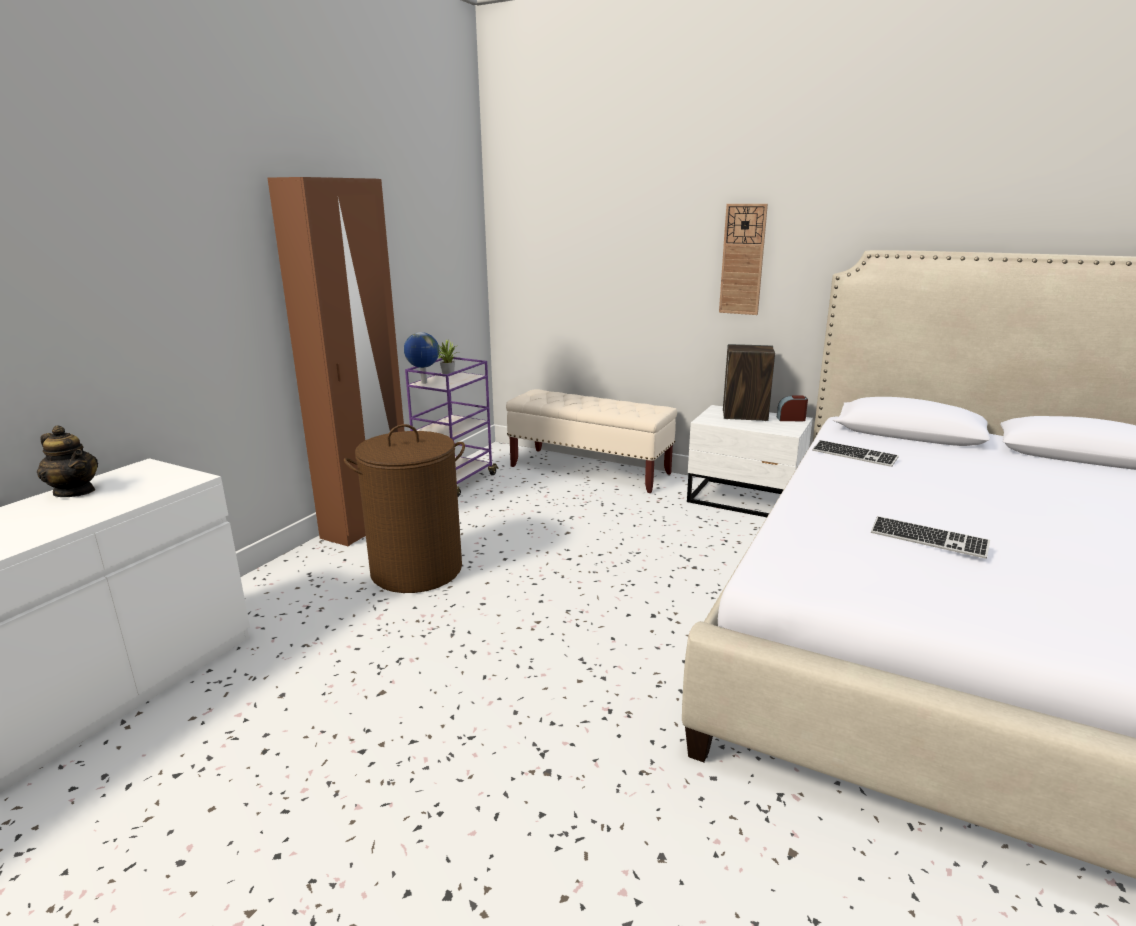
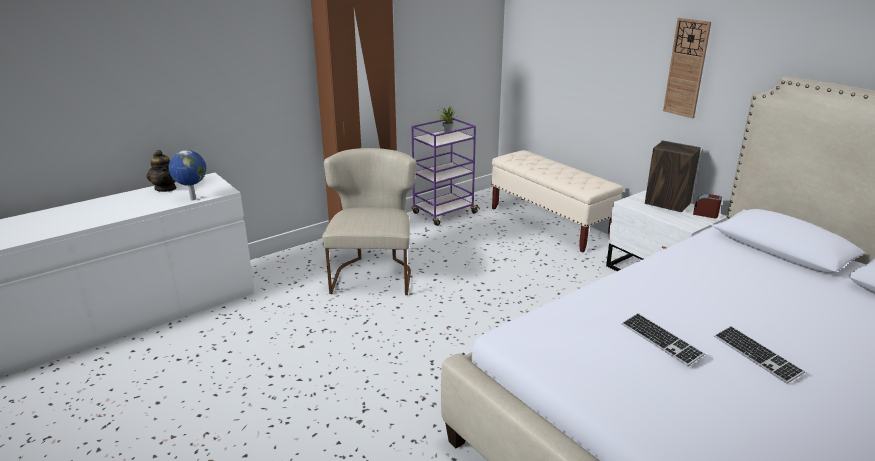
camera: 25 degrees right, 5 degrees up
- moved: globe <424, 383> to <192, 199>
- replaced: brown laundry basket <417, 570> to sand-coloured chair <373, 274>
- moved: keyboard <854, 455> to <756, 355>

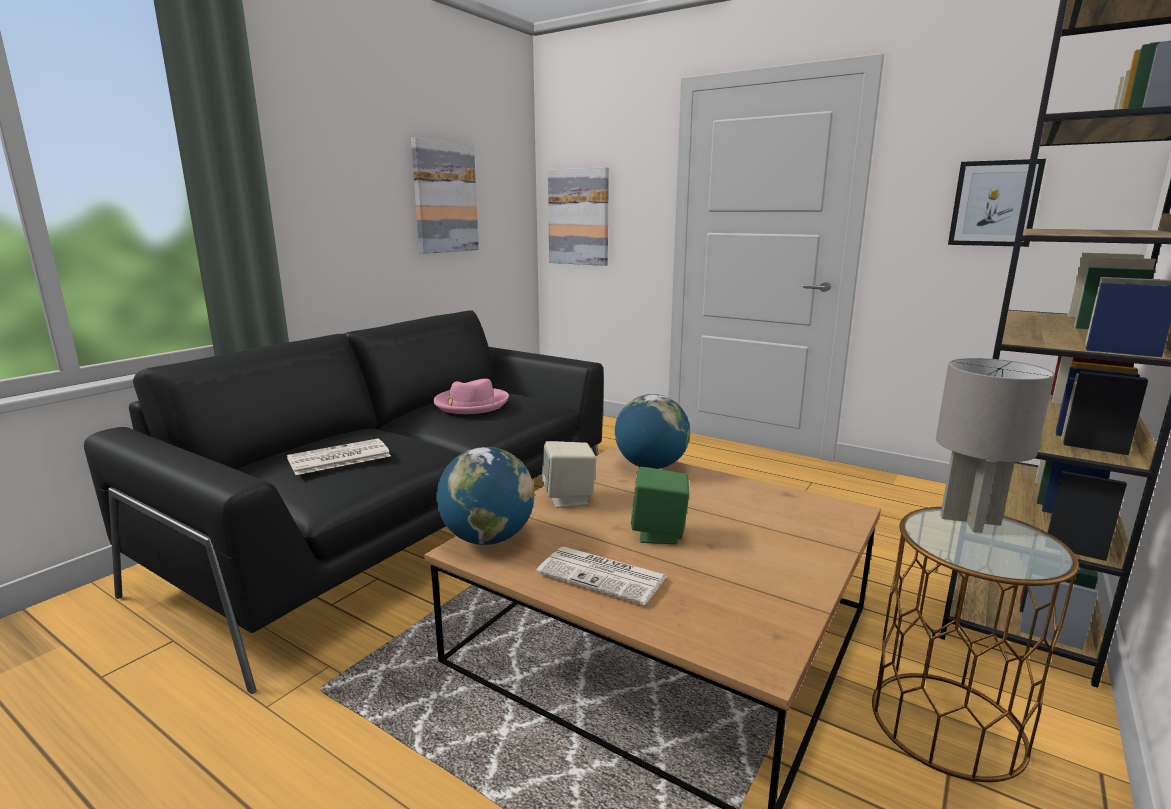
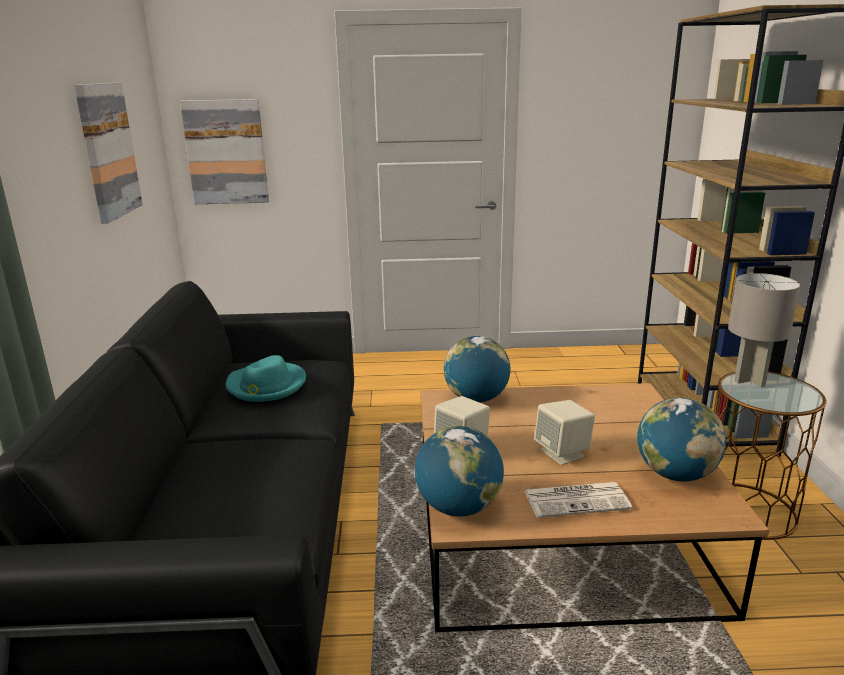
camera: 35 degrees left, 5 degrees up
- removed: wall art <994, 203>
- recoloured: pinkish hat <471, 404> to blue-green hat <266, 385>
- removed: printed paper <338, 458>
- recoloured: green loudspeaker <659, 534> to sand-coloured loudspeaker <563, 453>
- added: globe <675, 474>

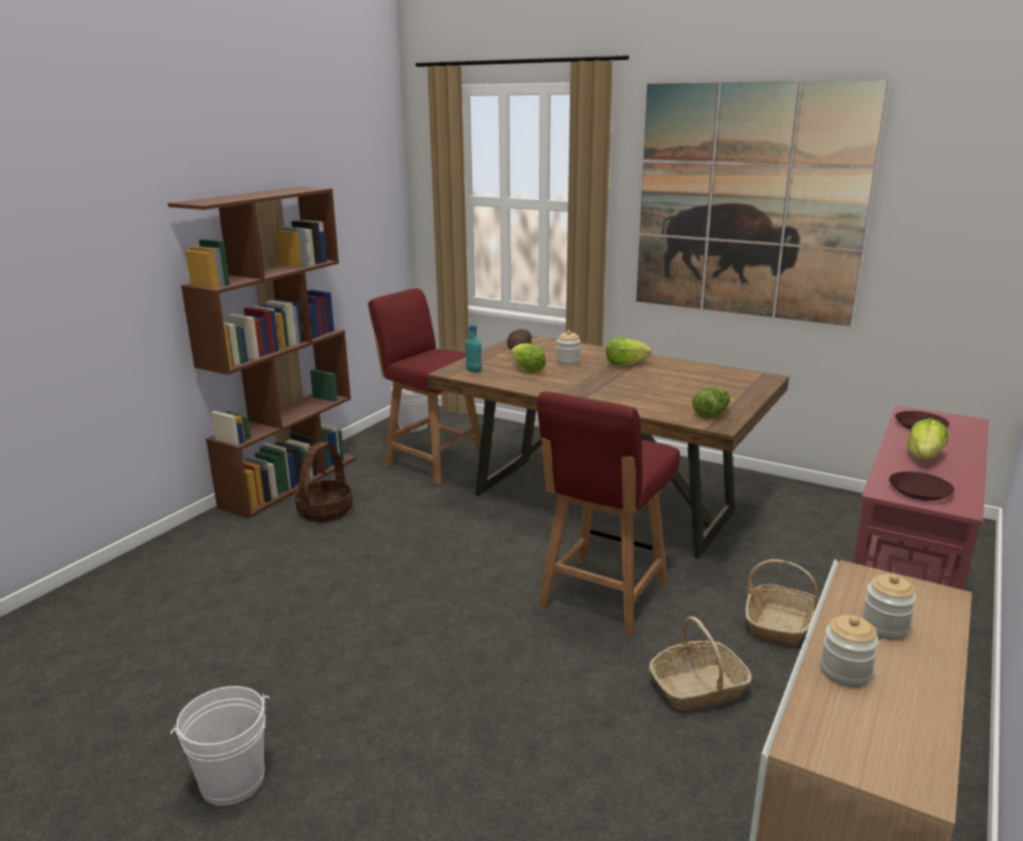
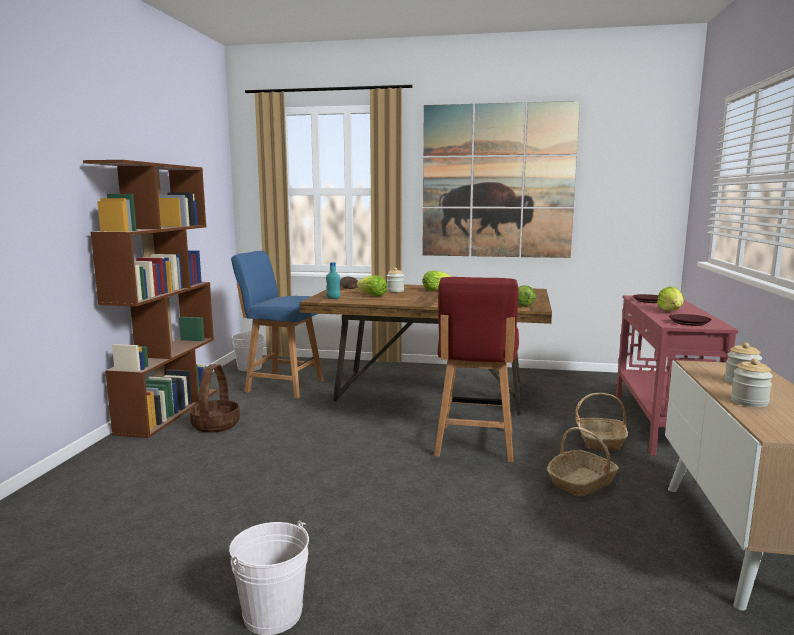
camera: 20 degrees left, 10 degrees down
- recoloured: red chair <433, 461> to bluish chair <283, 386>

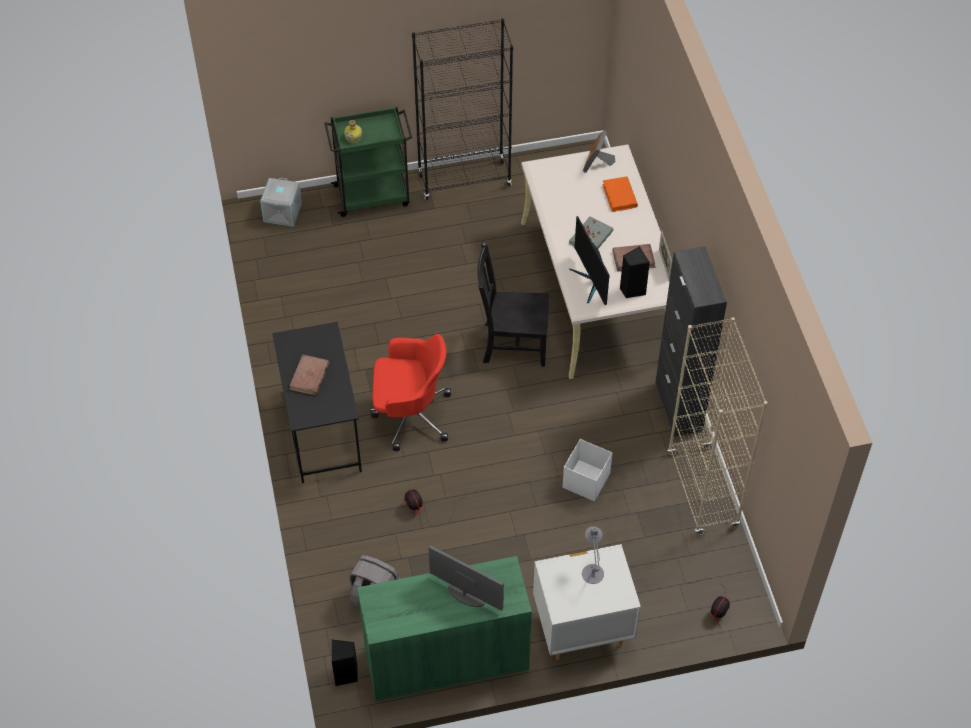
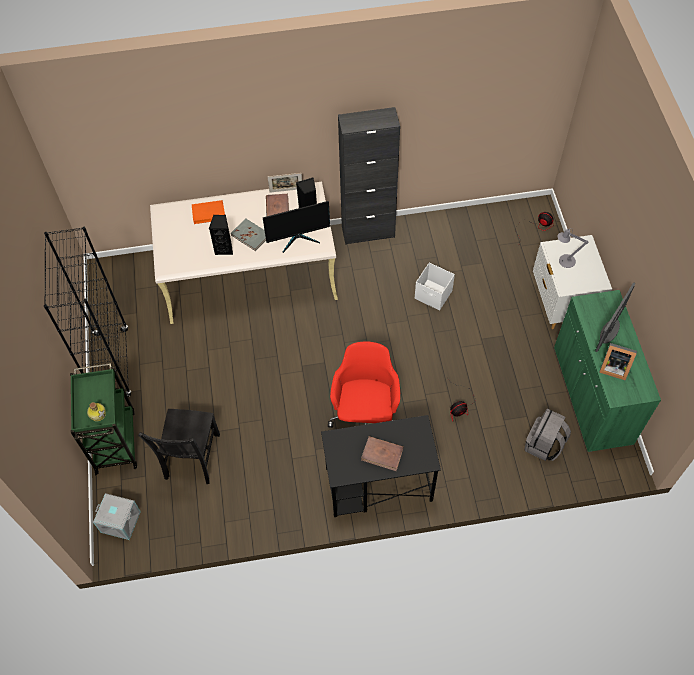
camera: 85 degrees left, 5 degrees up
- moved: standing frame <597, 164> to <613, 367>
- moved: black-coloured chair <512, 344> to <191, 458>
- removed: sand-coloured bookshelf <702, 491>
- moved: black-coloured loudspeaker <346, 675> to <224, 248>

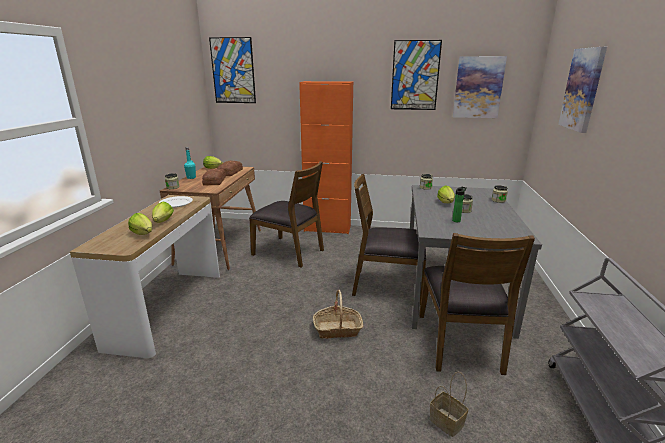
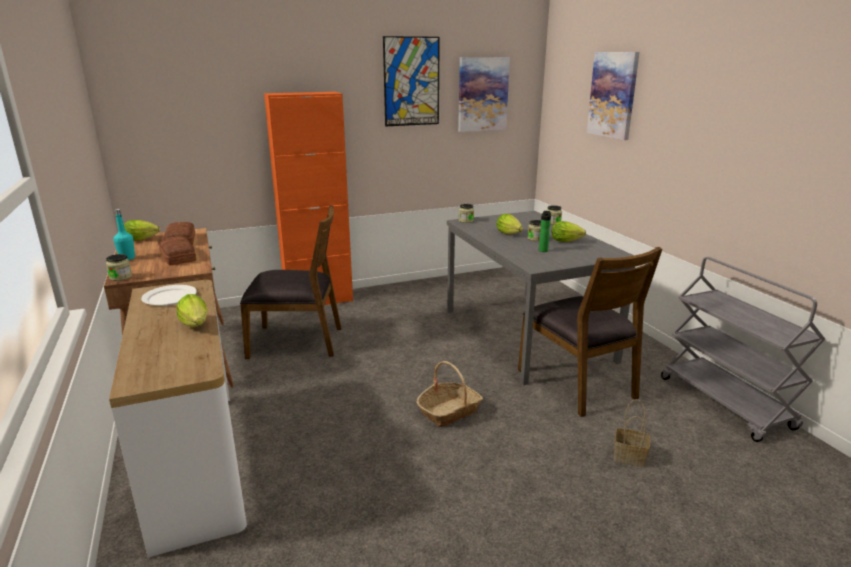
camera: 30 degrees left, 0 degrees up
- removed: wall art <233, 71>
- removed: brown chair <387, 285>
- moved: head of lettuce <144, 234> to <567, 241>

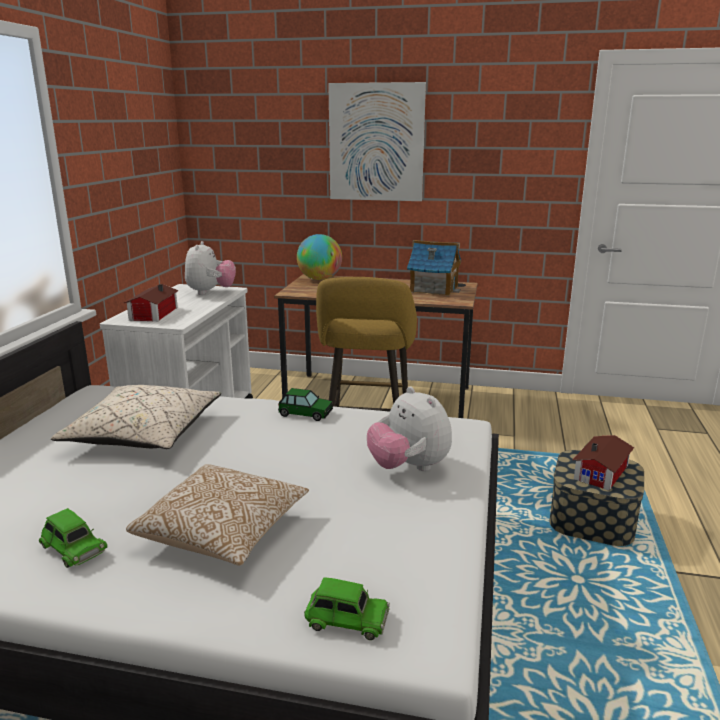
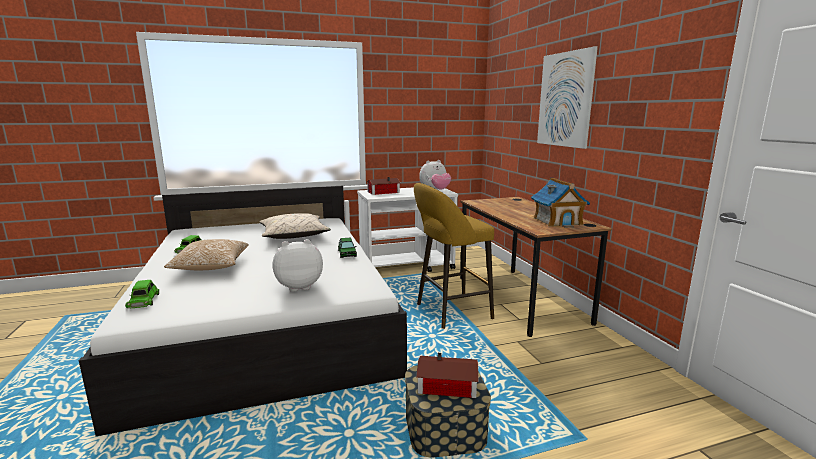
camera: 60 degrees right, 5 degrees down
- removed: globe <320, 279>
- turned: cuddly toy <409, 467> = <299, 286> 45 degrees clockwise

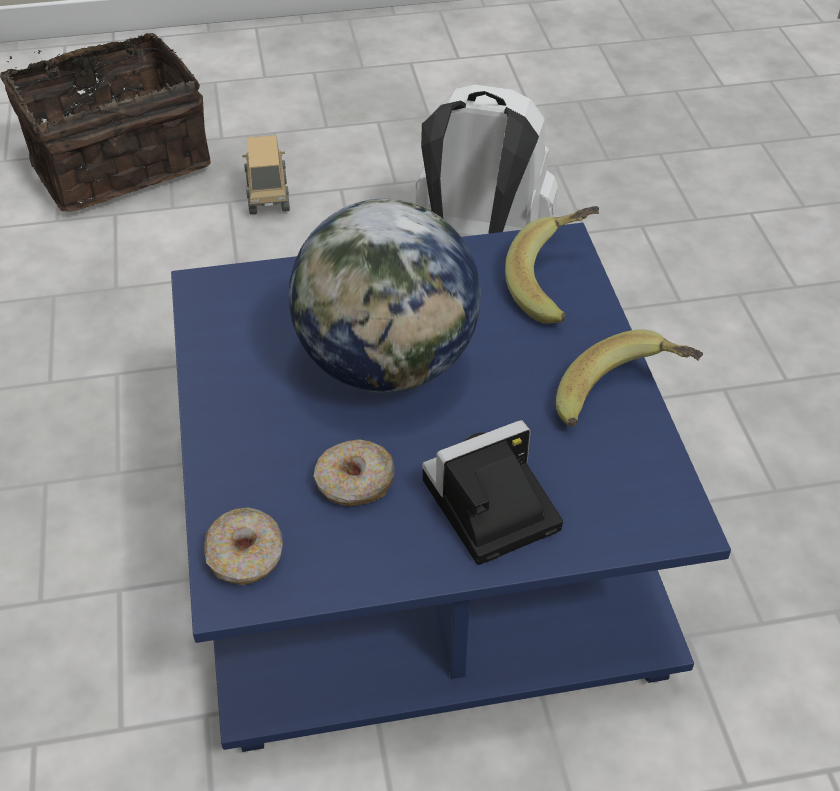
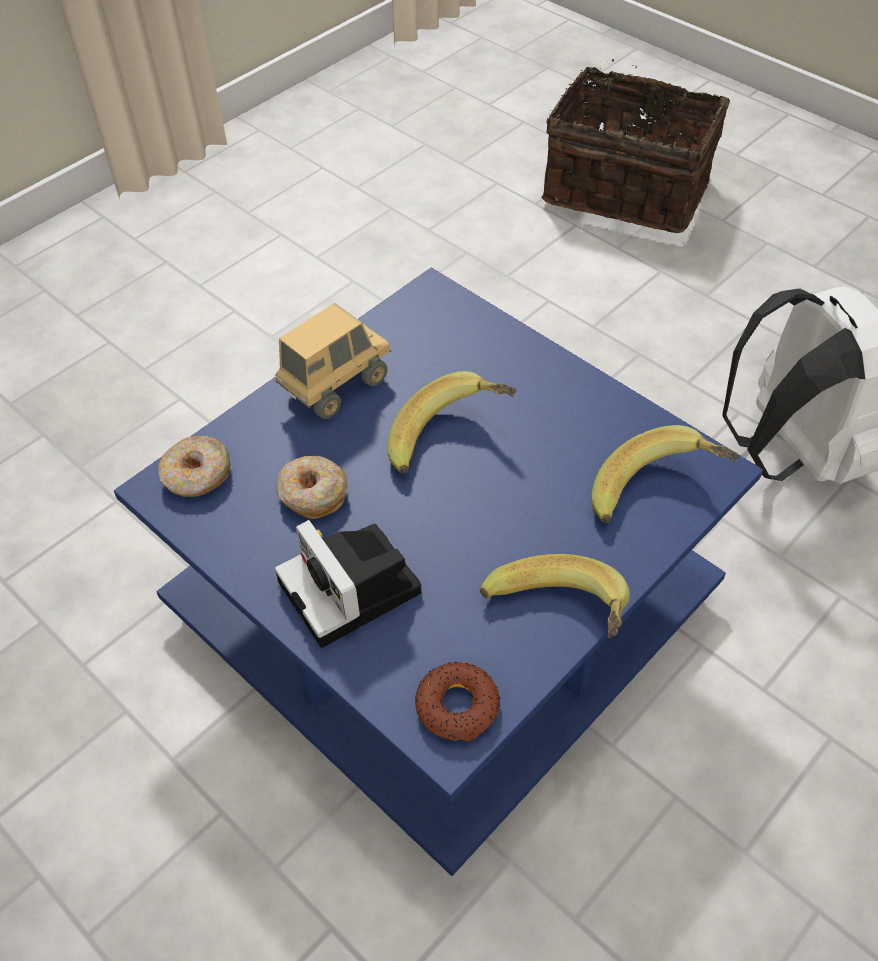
camera: 55 degrees right, 5 degrees up
- moved: toy lorry <268, 197> to <336, 387>
- replaced: globe <388, 365> to whole banana <451, 441>
- turned: photo camera <486, 508> = <354, 590> 150 degrees counterclockwise
- added: donut <457, 706>

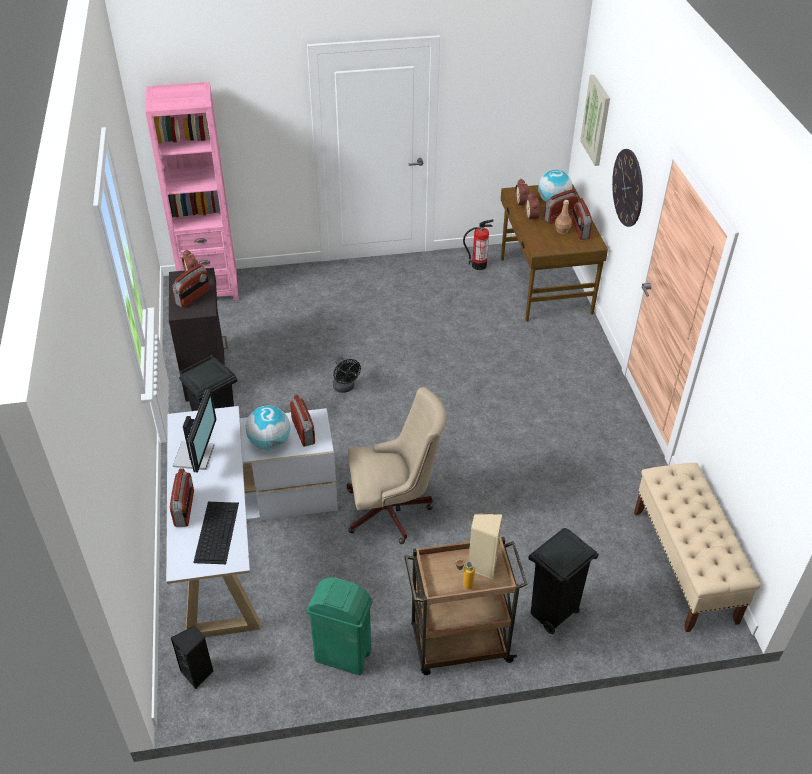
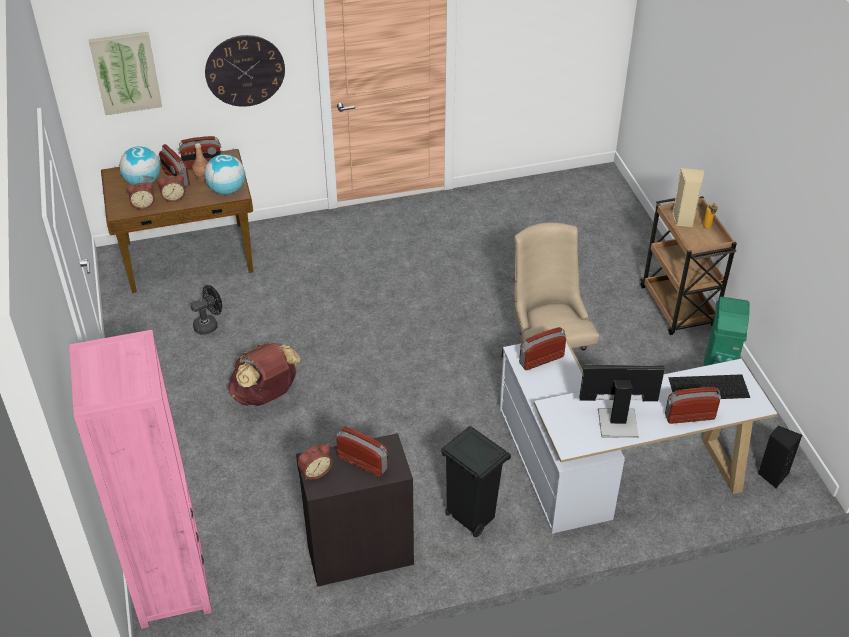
camera: 95 degrees left, 0 degrees up
- removed: extinguisher <479, 265>
- moved: black-coloured fan <345, 388> to <209, 325>
- moved: globe <269, 442> to <227, 190>
- removed: sand-coloured indoor bench <684, 565>
- removed: black-coloured trash can <552, 615>
- added: brown rucksack <266, 395>

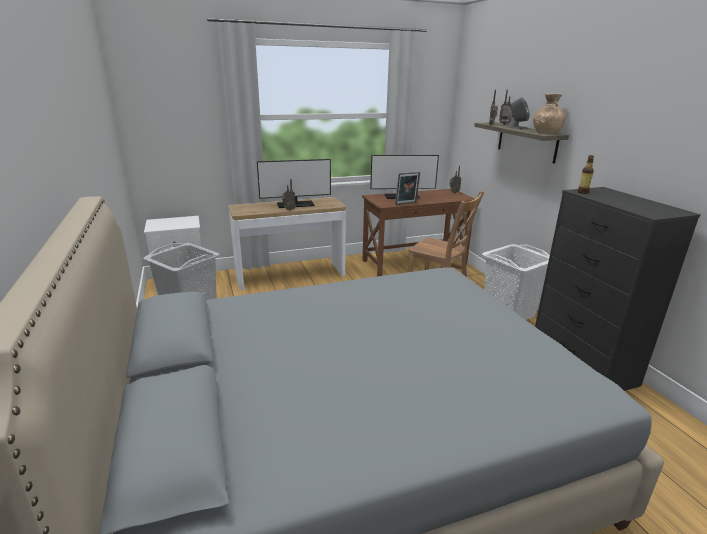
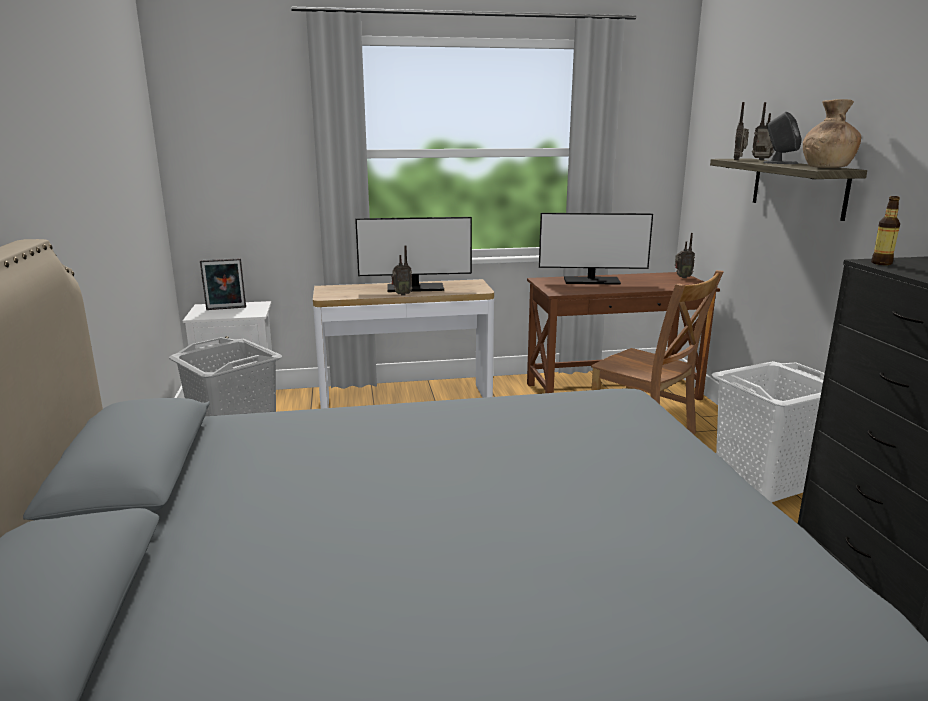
camera: 10 degrees right, 5 degrees down
- moved: standing frame <406, 203> to <226, 309>

